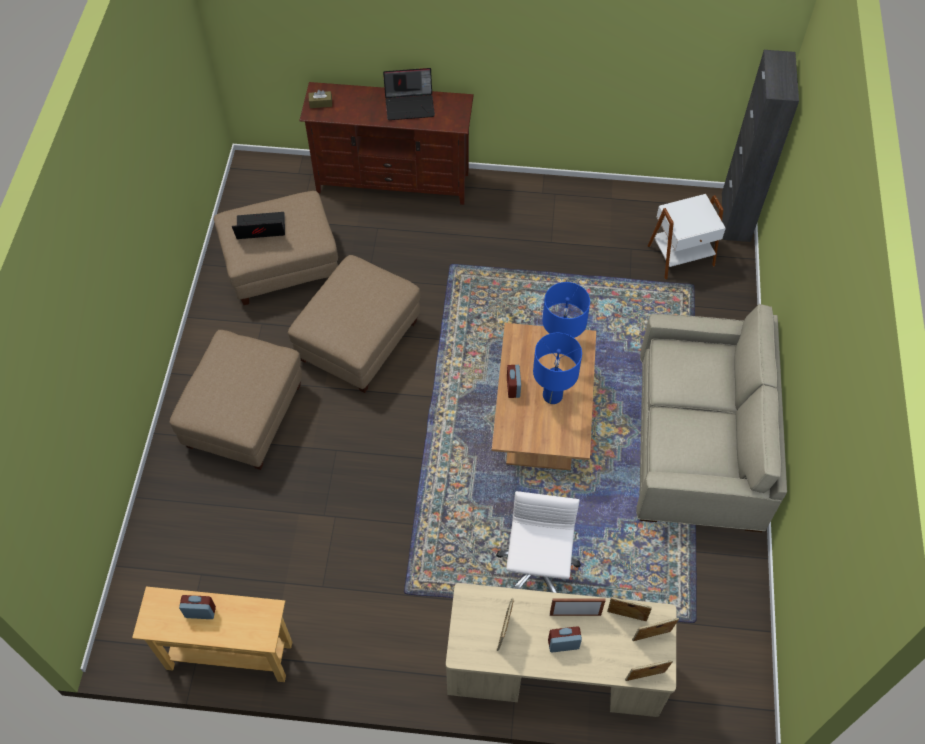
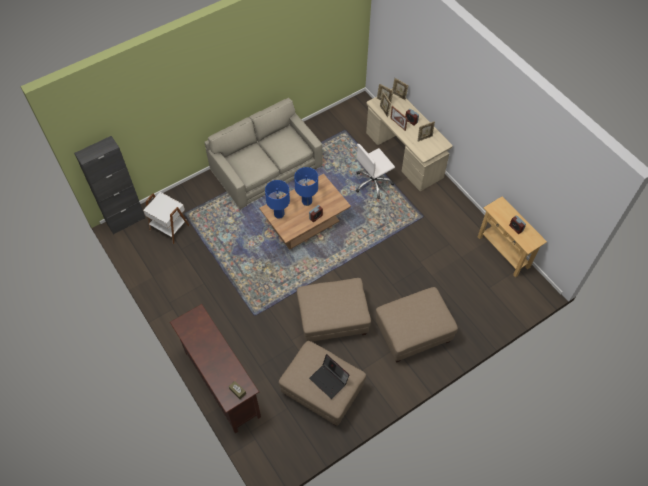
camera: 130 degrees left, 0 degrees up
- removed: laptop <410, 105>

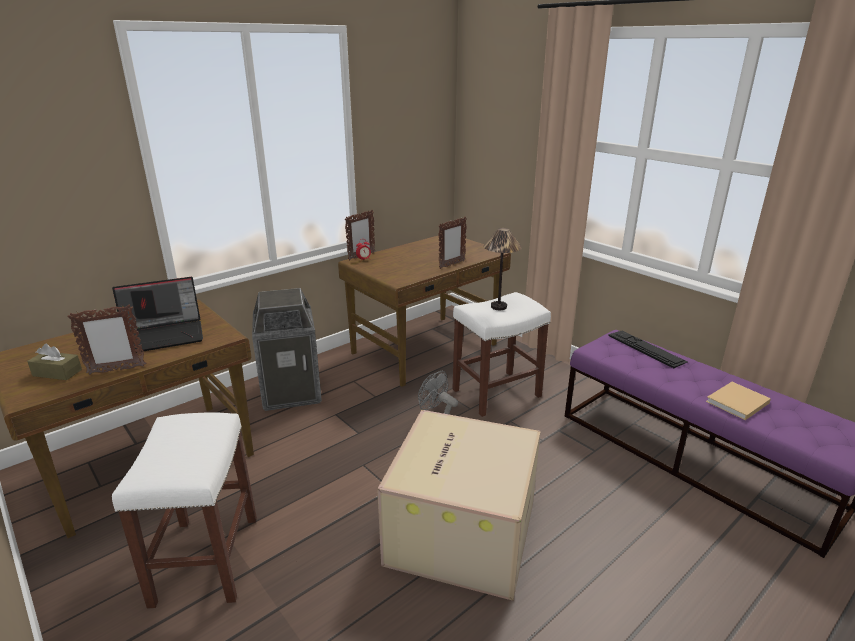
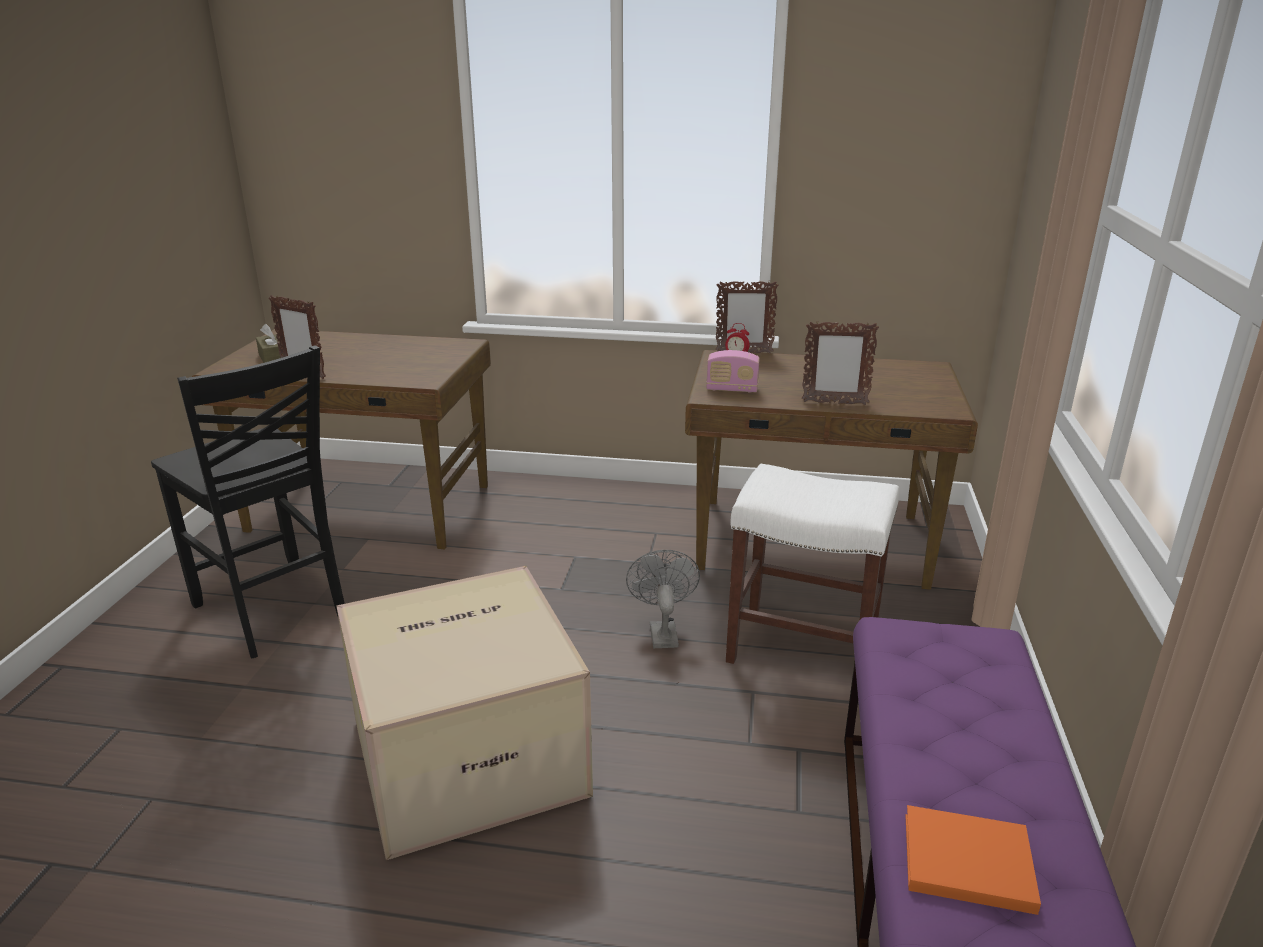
camera: 50 degrees right, 0 degrees up
- removed: lamp for a table <499, 307>
- removed: laptop <164, 335>
- removed: trash can <292, 392>
- removed: keyboard <646, 348>
- recoloured: sand-coloured bound book <736, 403> to orangey bound book <963, 861>
- replaced: white stool <207, 561> to black-coloured chair <272, 612>
- added: radio set <732, 389>

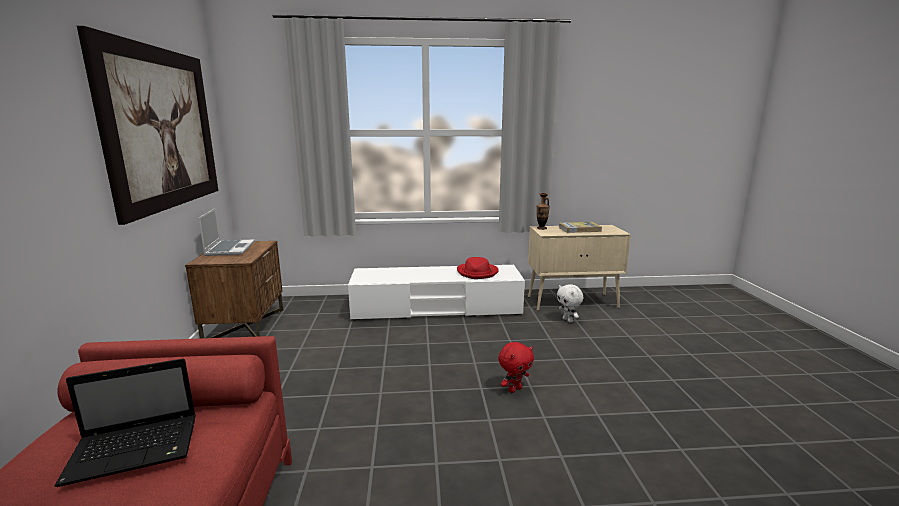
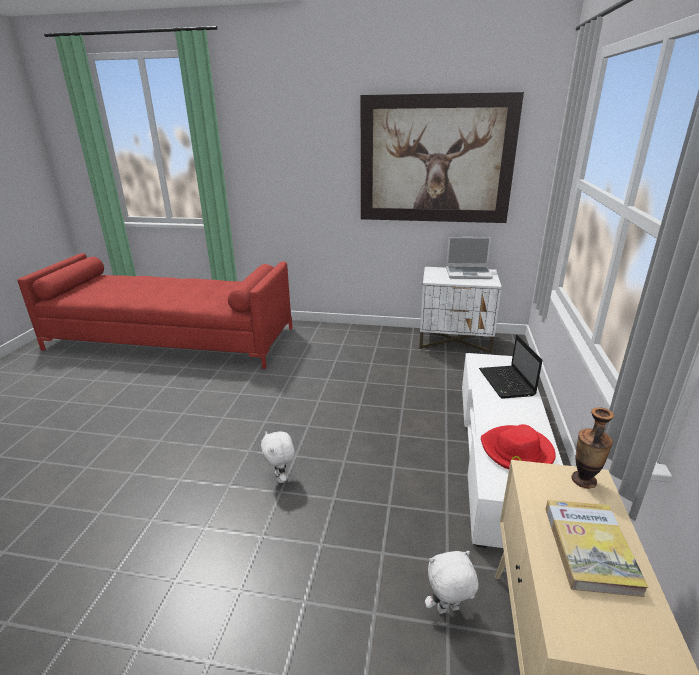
camera: 105 degrees right, 10 degrees up
- recoloured: brown bedside table <245, 326> to white bedside table <455, 341>
- recoloured: red cuddly toy <514, 389> to white cuddly toy <281, 477>
- moved: laptop <137, 449> to <507, 383>

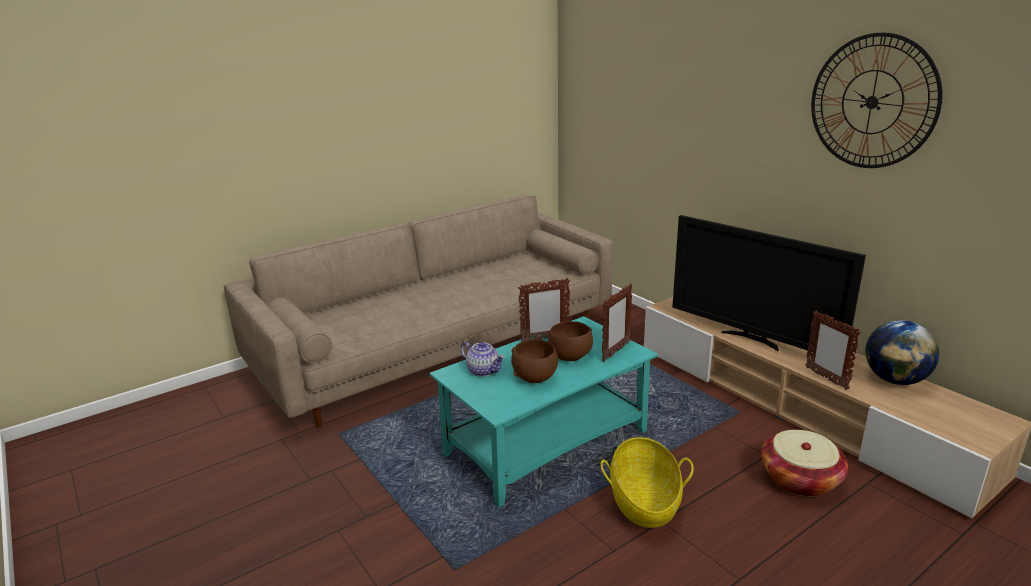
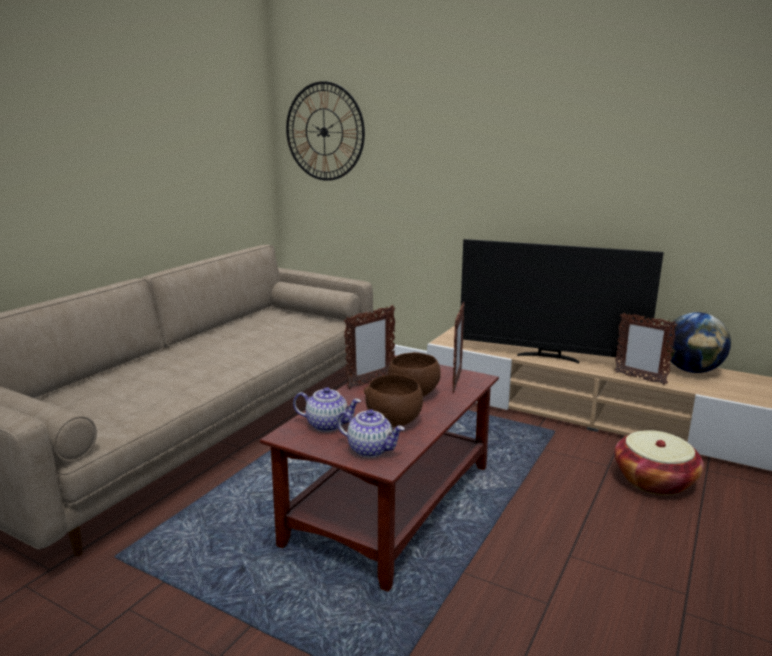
camera: 25 degrees left, 5 degrees down
- moved: hanging clock <872, 102> to <324, 132>
- recoloured: blue-green lounge table <547, 442> to brown lounge table <391, 503>
- removed: storage basket <644, 501>
- added: teapot <371, 449>

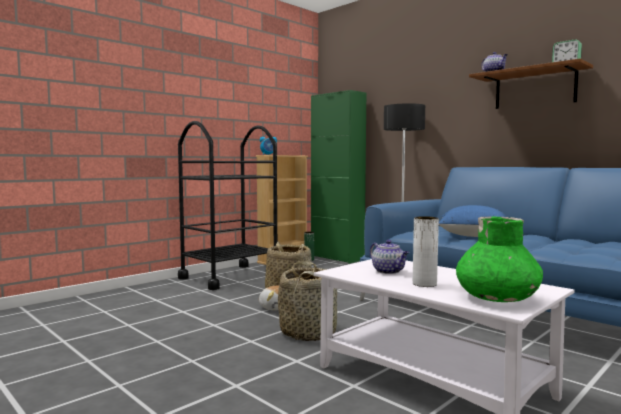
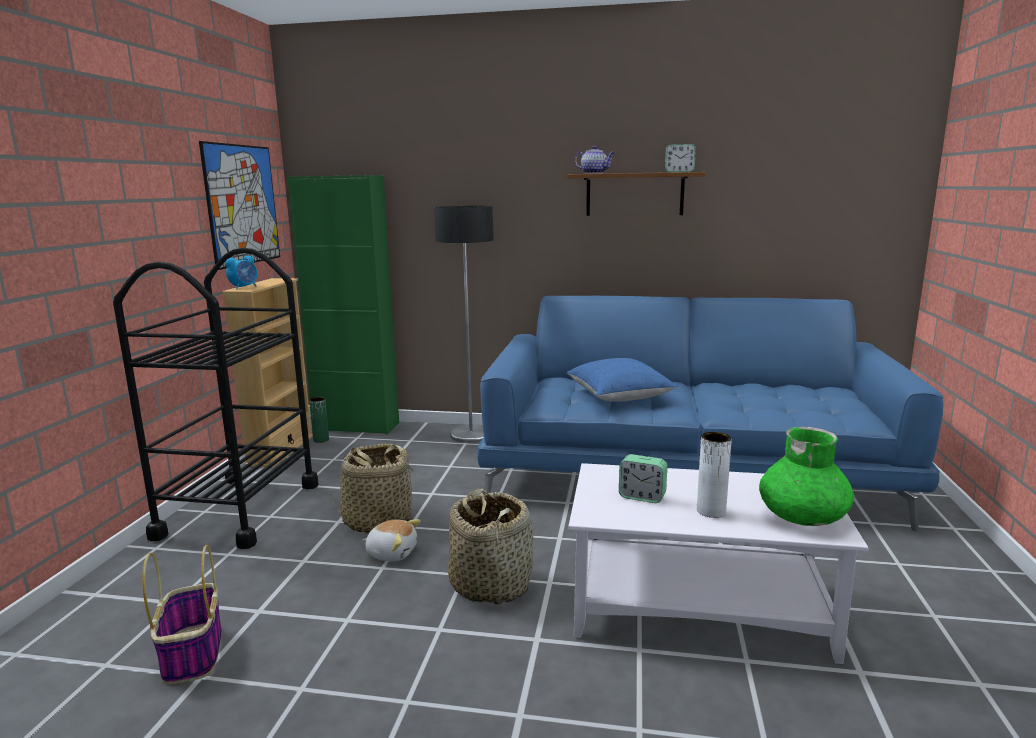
camera: 35 degrees left, 10 degrees up
- replaced: teapot <389, 271> to table clock <642, 496>
- added: wall art <242, 205>
- added: storage basket <192, 653>

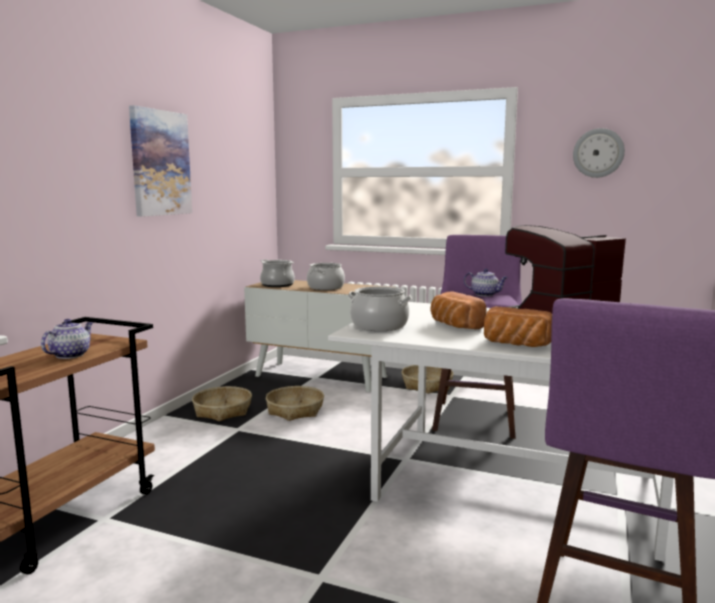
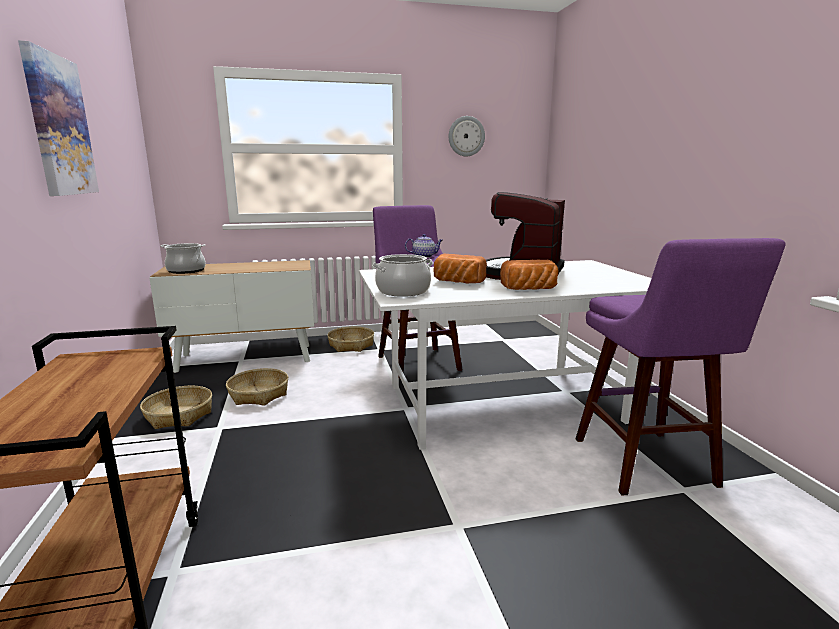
camera: 35 degrees left, 5 degrees up
- removed: cooking pot <325, 287>
- removed: teapot <70, 355>

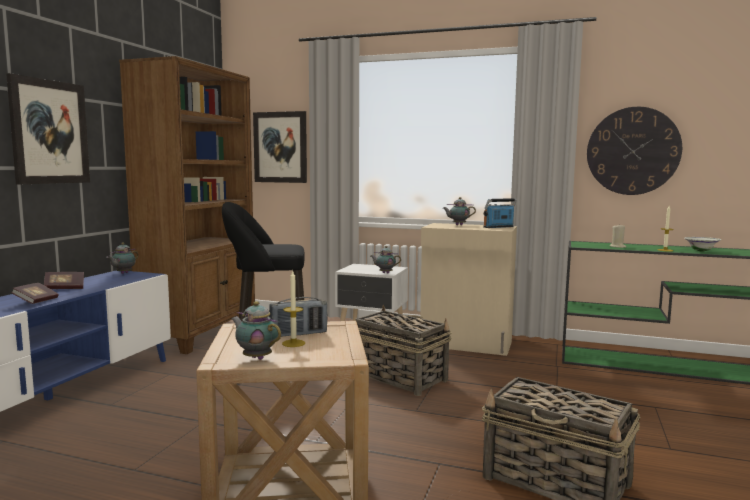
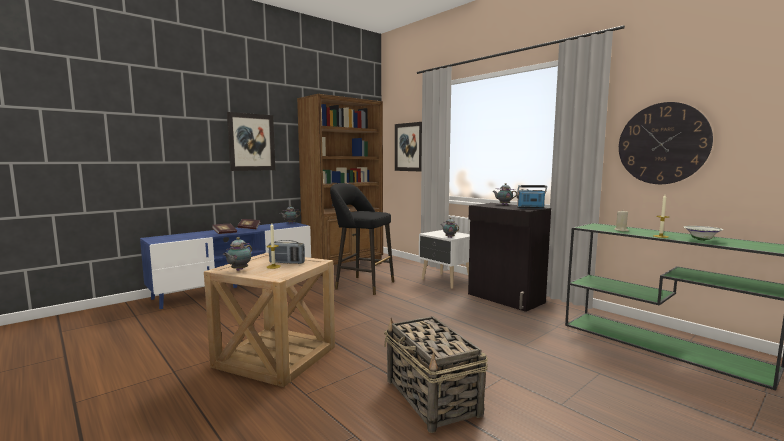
camera: 30 degrees right, 0 degrees up
- recoloured: sand-coloured cabinet <466, 344> to black-coloured cabinet <505, 298>
- turned: teapot <256, 358> = <238, 270> 135 degrees counterclockwise
- removed: storage basket <398, 377>

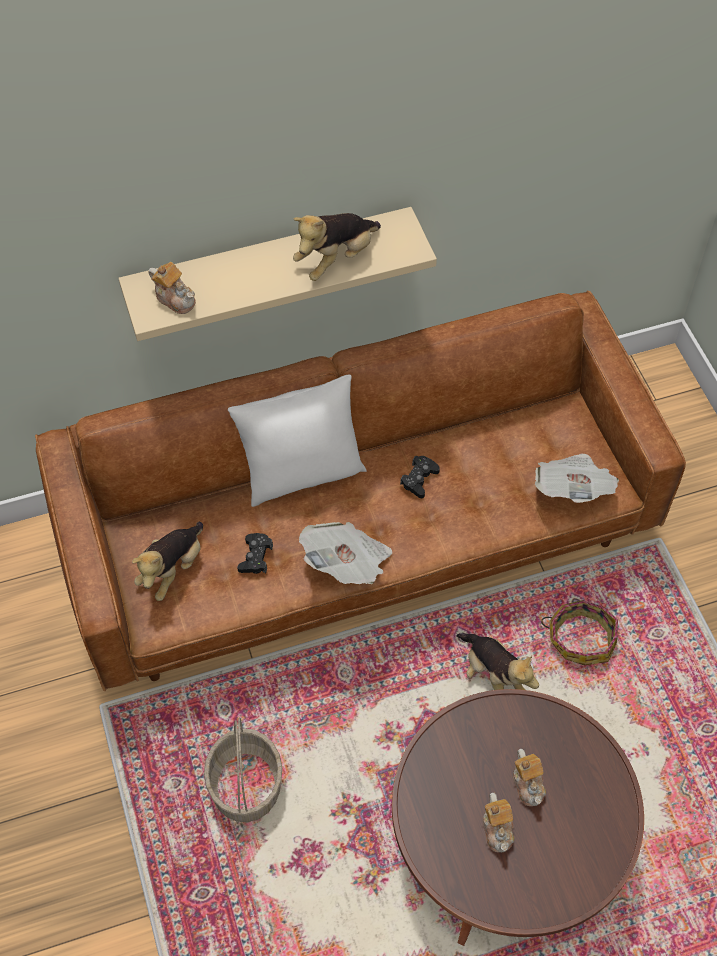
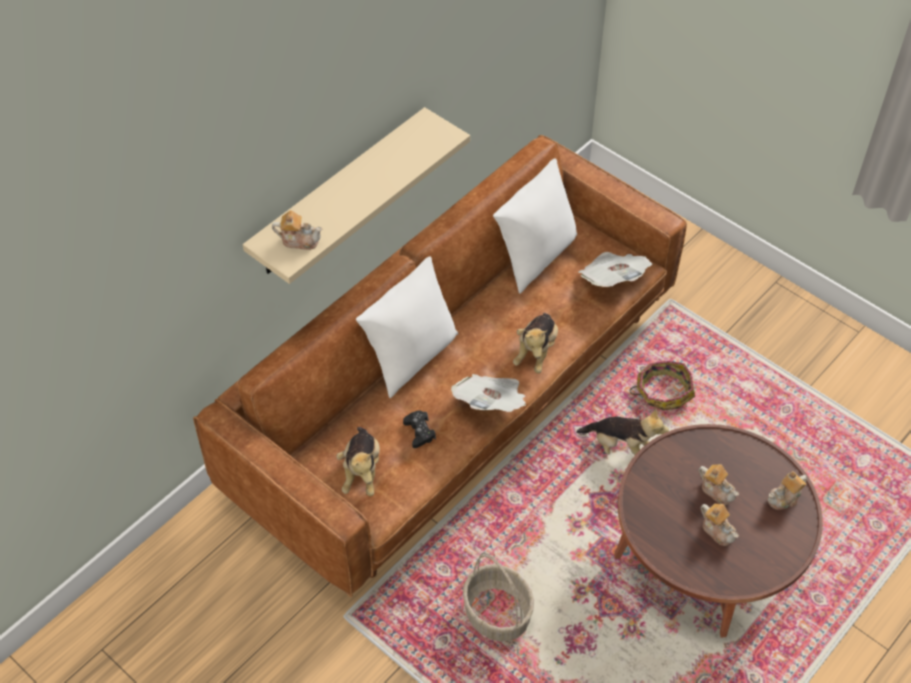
camera: 30 degrees left, 5 degrees down
- moved: cuddly toy <336, 259> to <536, 351>
- removed: black-coloured game controller <419, 479>
- added: white cushion <535, 257>
- added: teapot <784, 498>

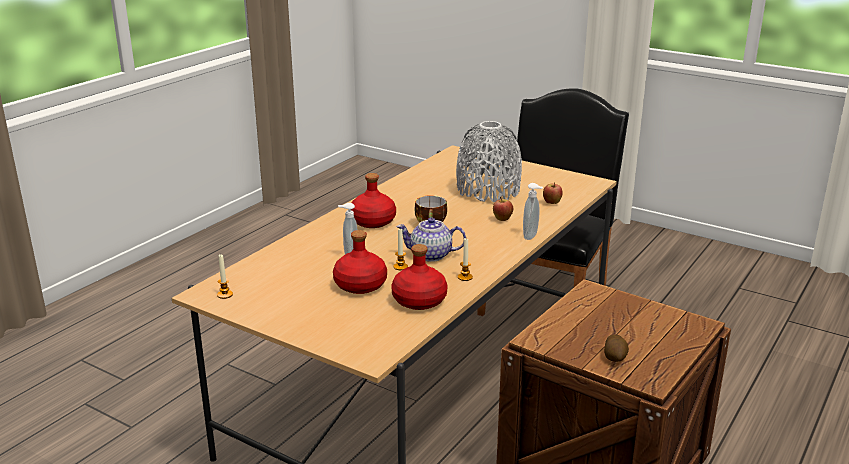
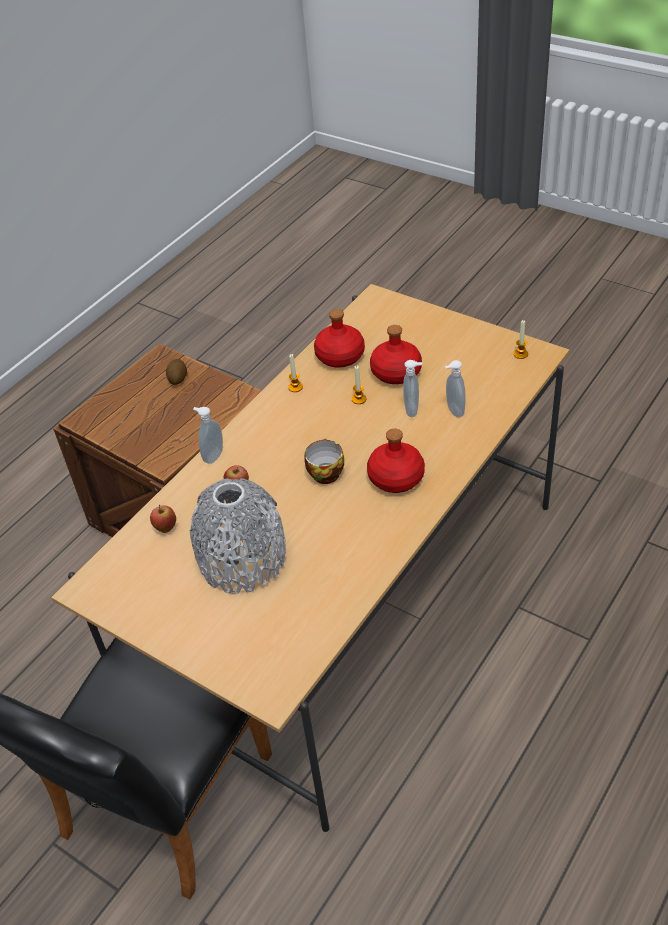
camera: 175 degrees left, 20 degrees up
- removed: teapot <431, 255>
- added: soap dispenser <453, 411>

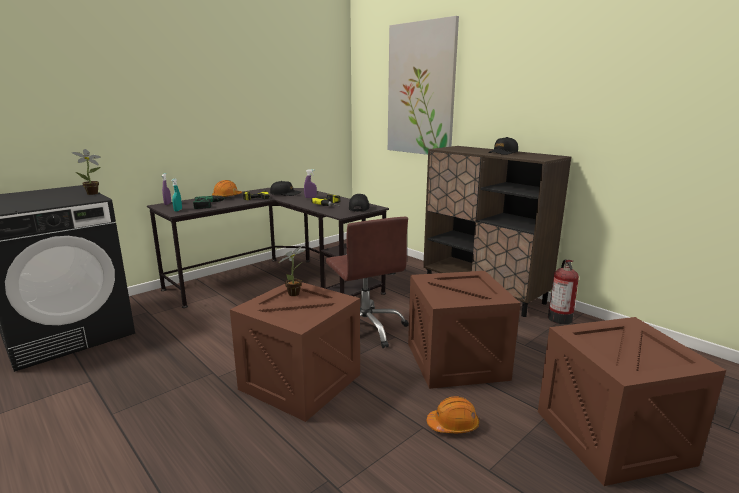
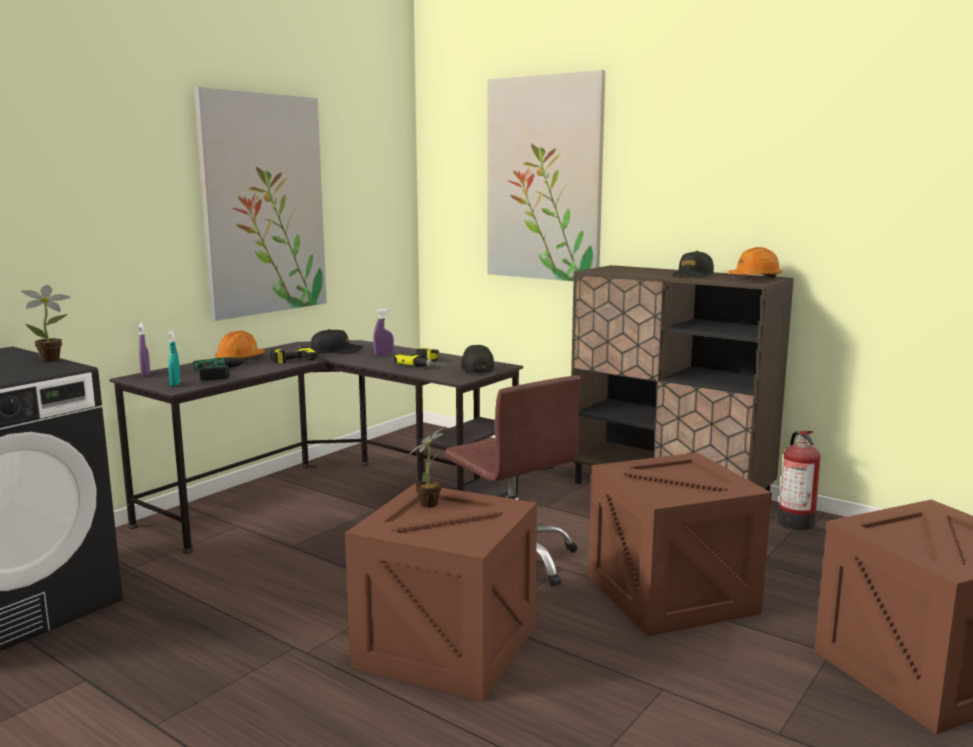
camera: 10 degrees left, 5 degrees down
- moved: orangey work helmet <453, 424> to <755, 278>
- added: wall art <264, 205>

